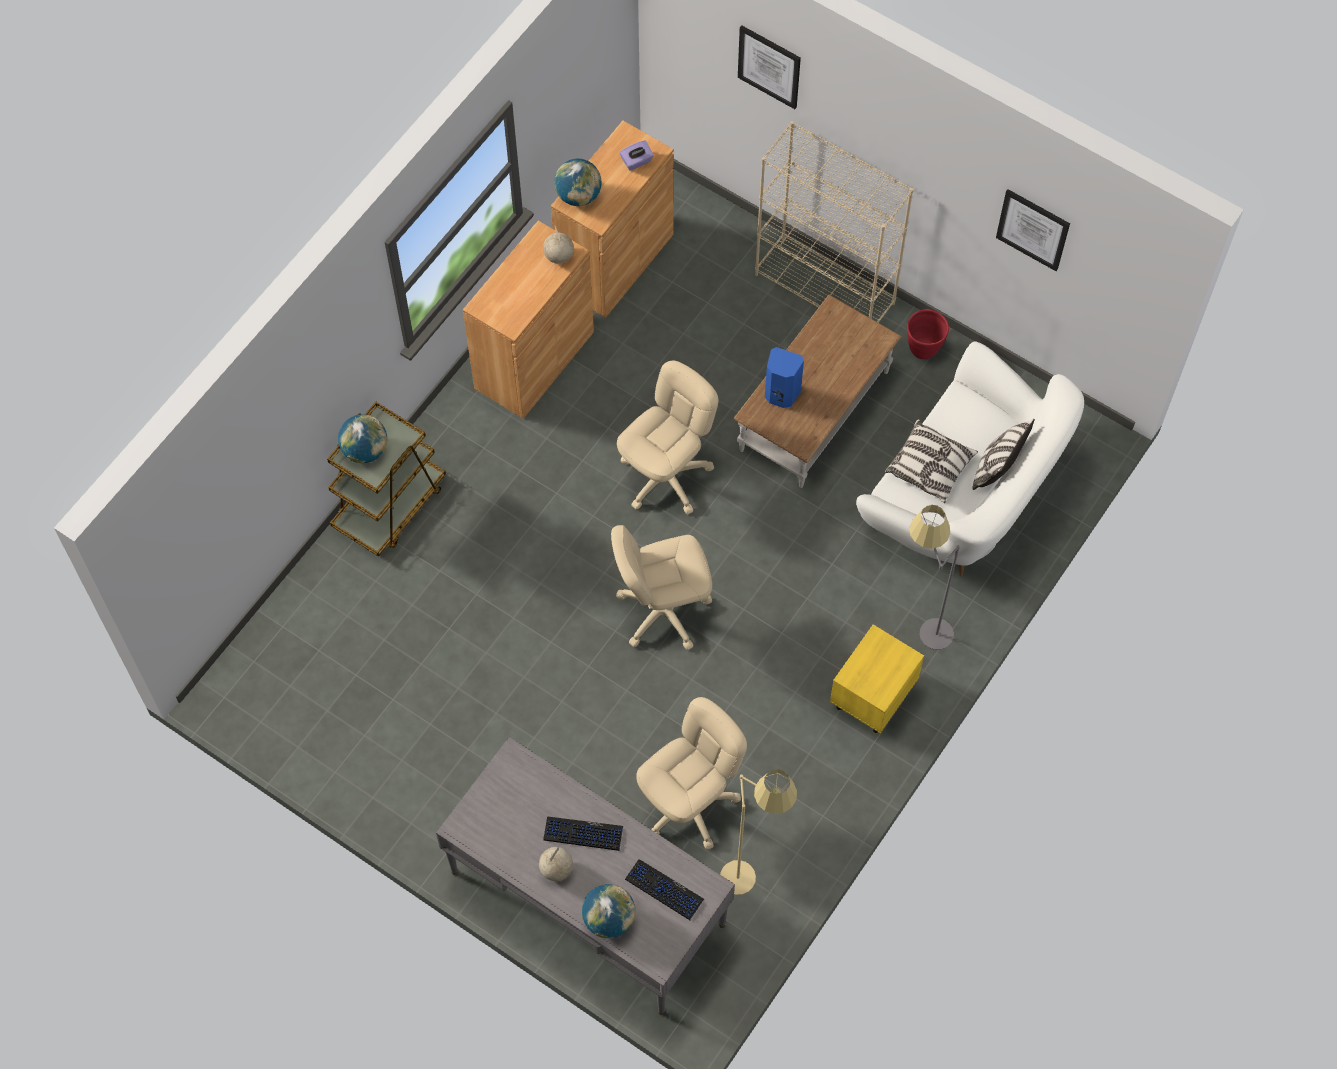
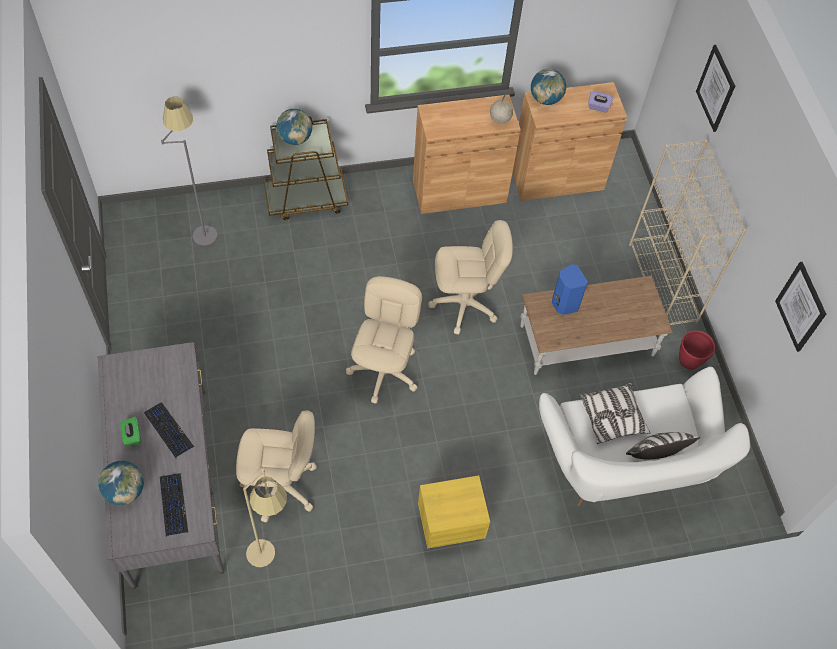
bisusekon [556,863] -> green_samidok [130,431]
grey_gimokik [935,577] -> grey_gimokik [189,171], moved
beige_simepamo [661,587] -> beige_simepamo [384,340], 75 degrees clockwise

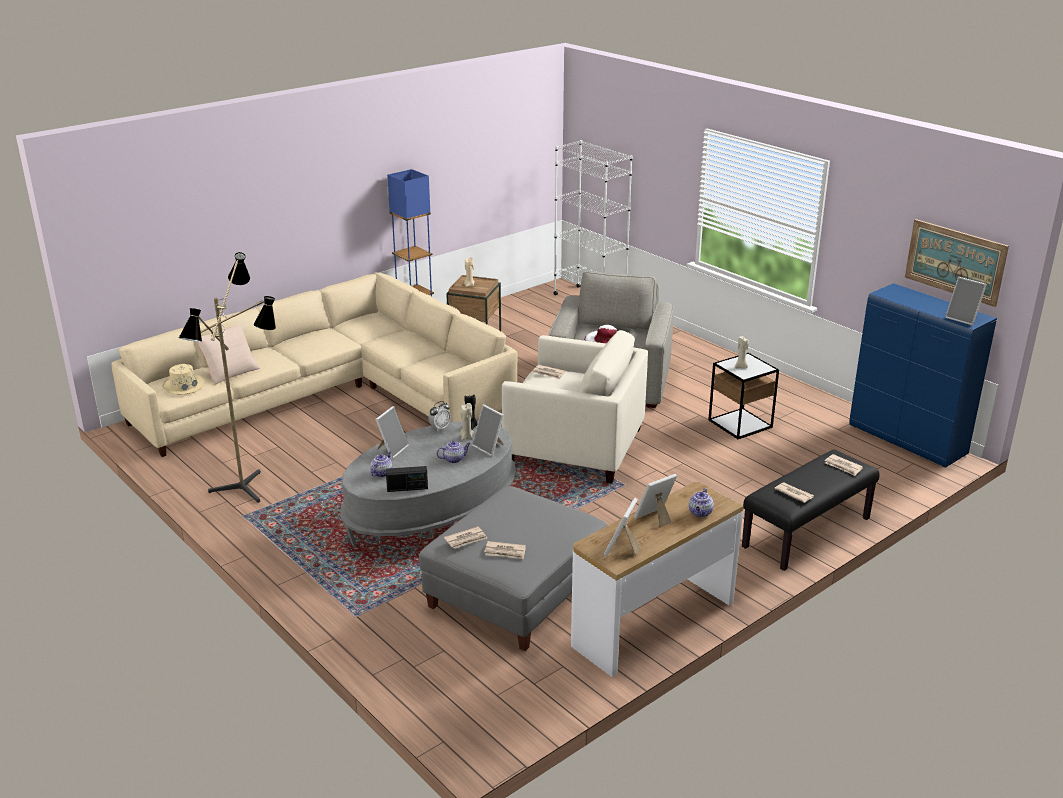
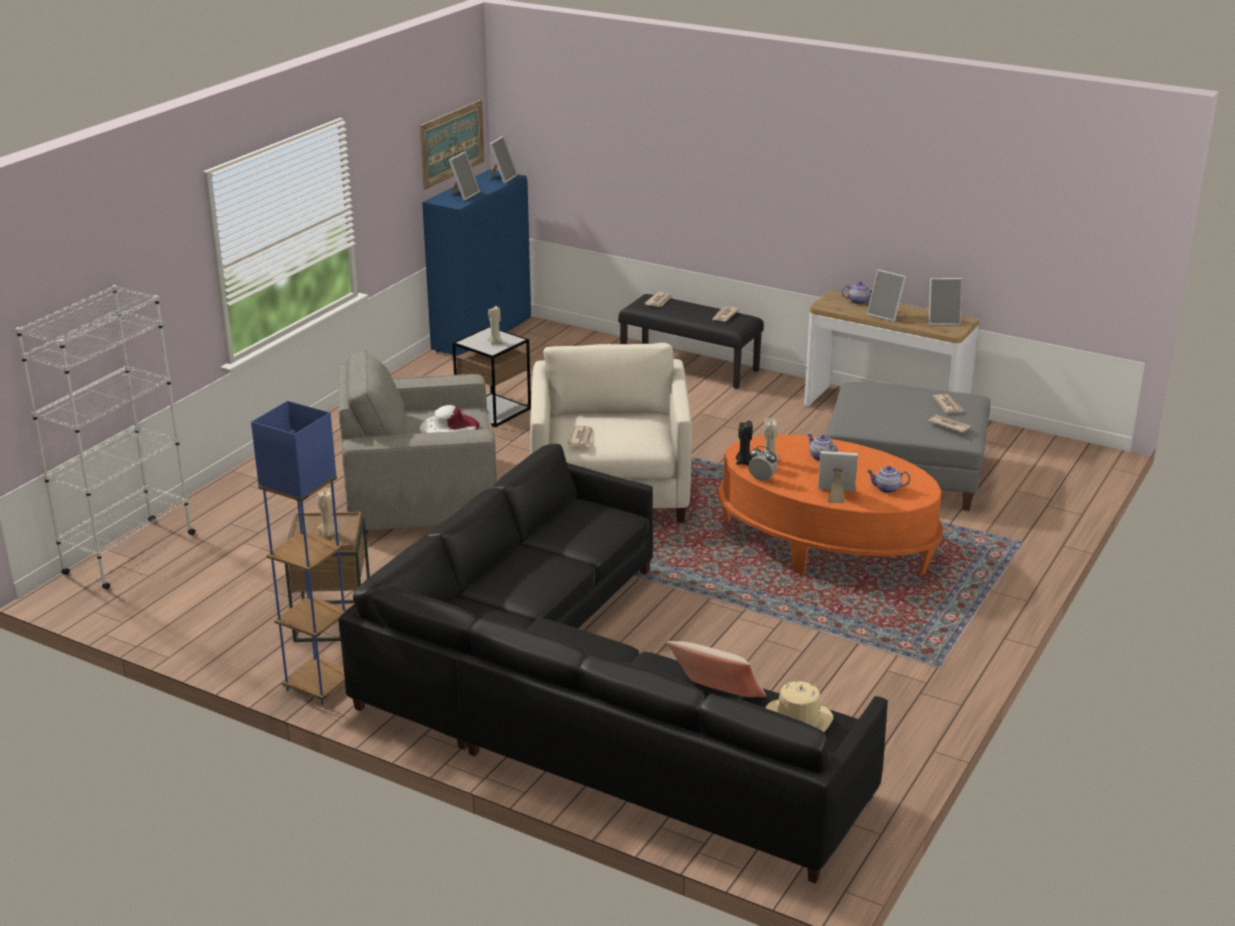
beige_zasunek [314,364] -> black_zasunek [613,664]
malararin [488,430] -> malararin [464,176], moved
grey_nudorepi [428,484] -> orange_nudorepi [831,504]
gimokik [227,377] -> none
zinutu [407,479] -> none

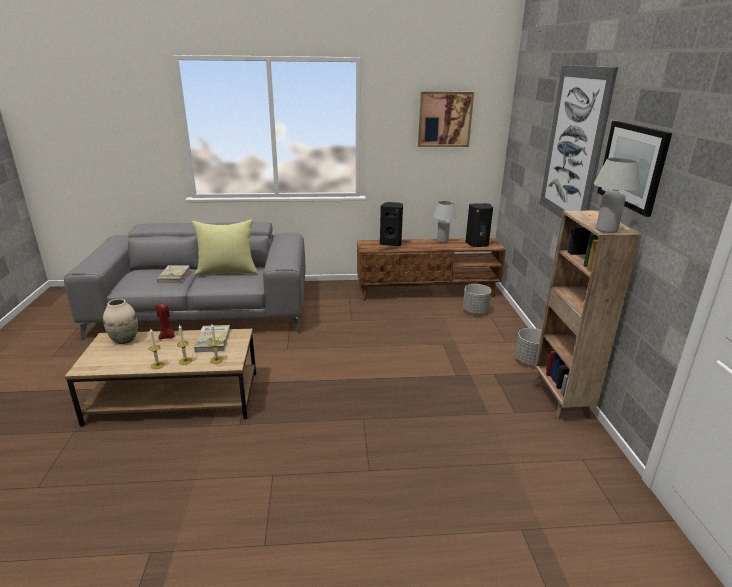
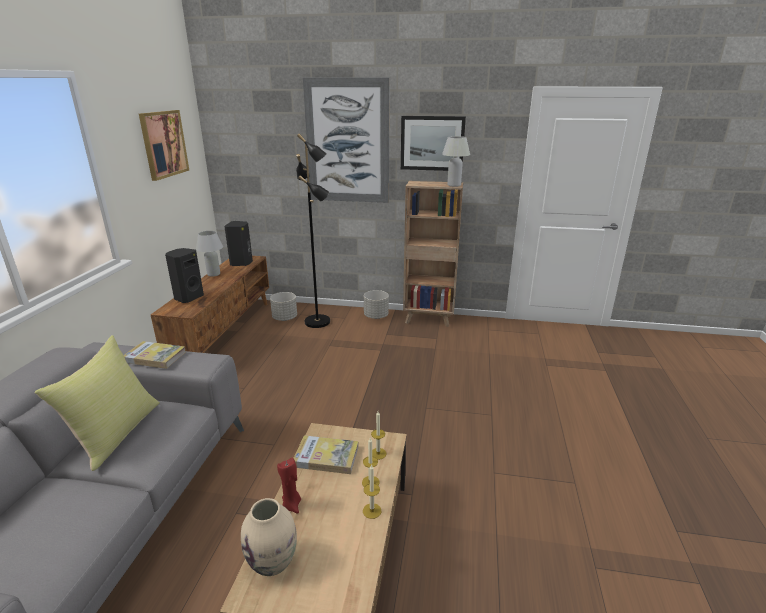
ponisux [173,274] -> ponisux [155,355], moved
none -> black_gimokik [313,230]

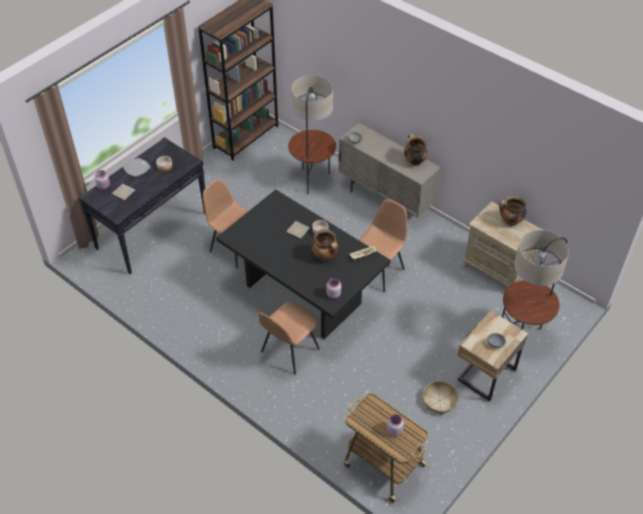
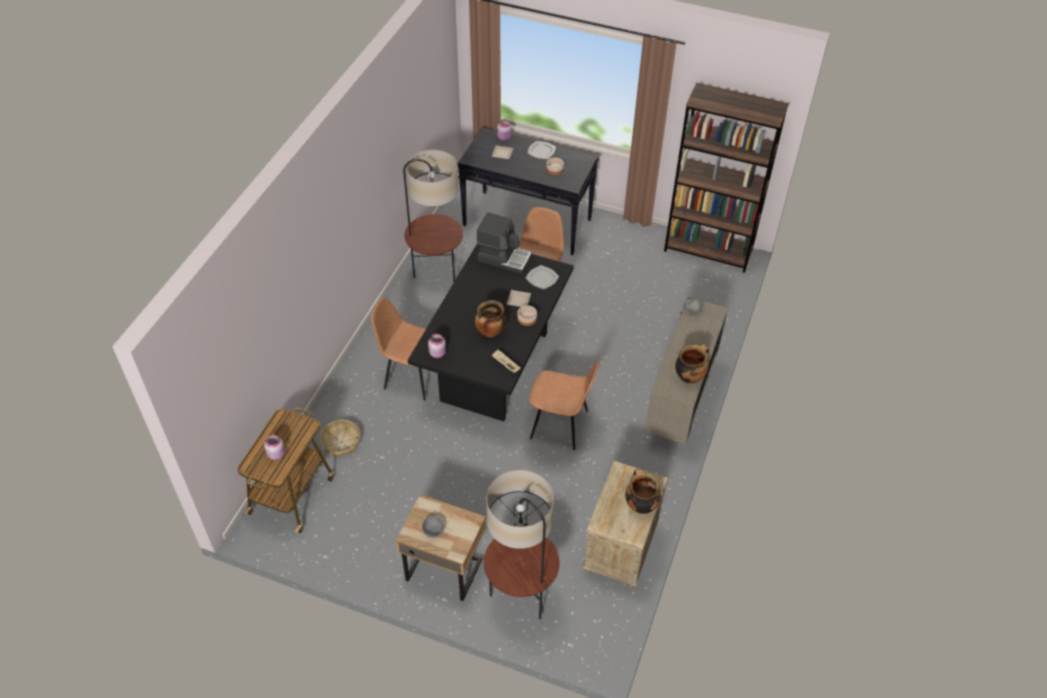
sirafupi [440,398] -> sirafupi [340,438], moved
gimokik [312,134] -> gimokik [433,216], moved
none -> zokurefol [504,243]
none -> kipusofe [542,277]

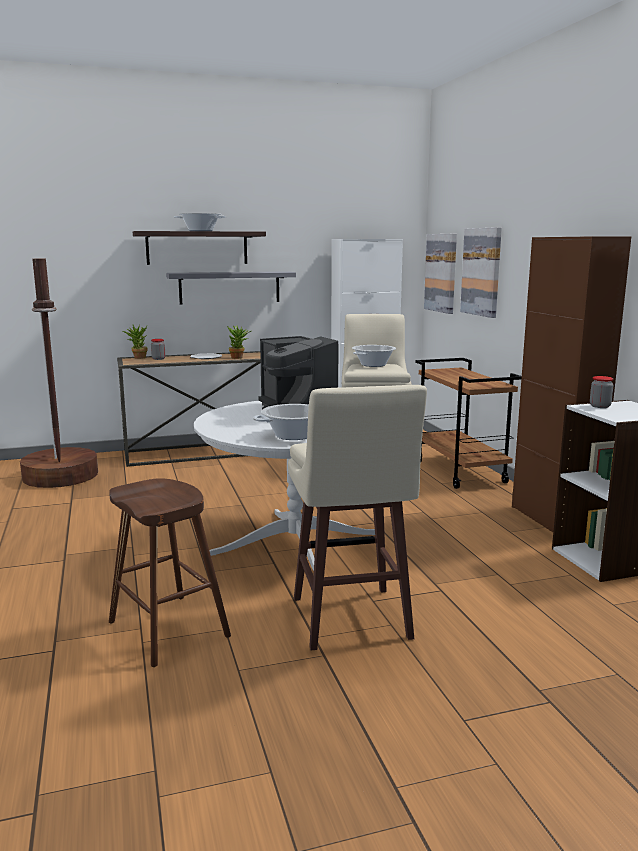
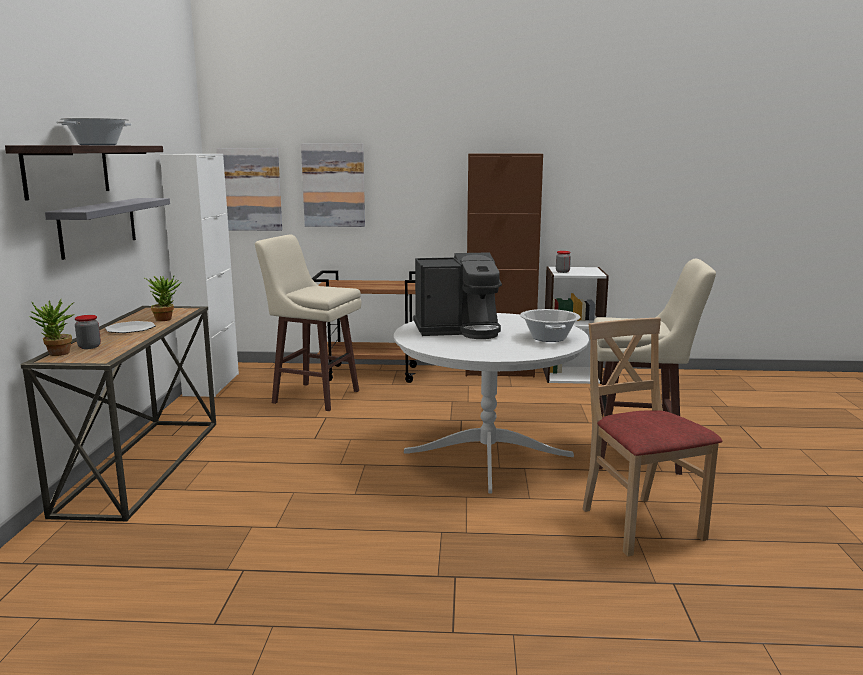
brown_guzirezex [170,572] -> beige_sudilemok [652,436]
brown_gimokik [59,373] -> none
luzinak [374,356] -> none

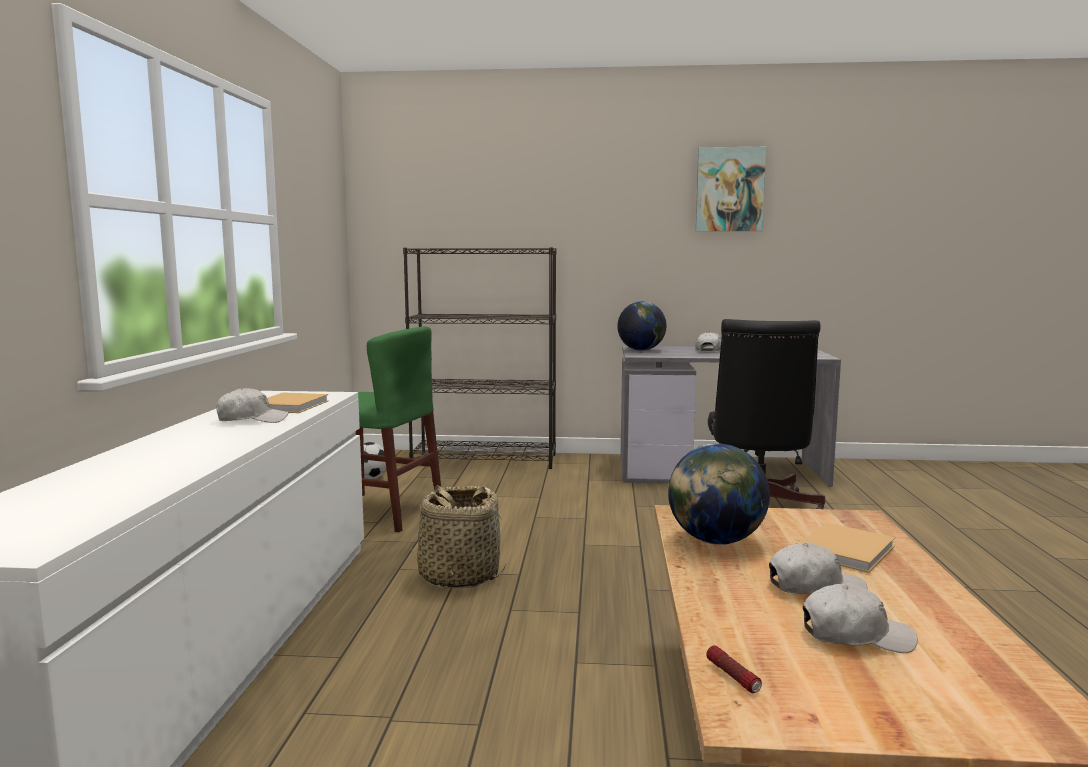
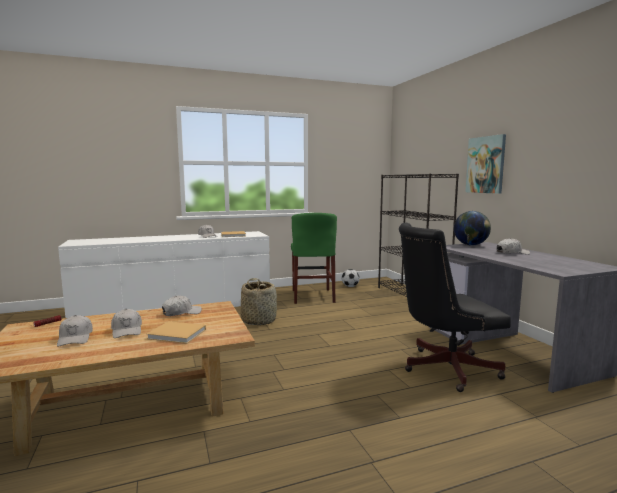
bisusekon [719,494] -> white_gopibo [182,306]
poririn [731,189] -> poririn [485,164], moved

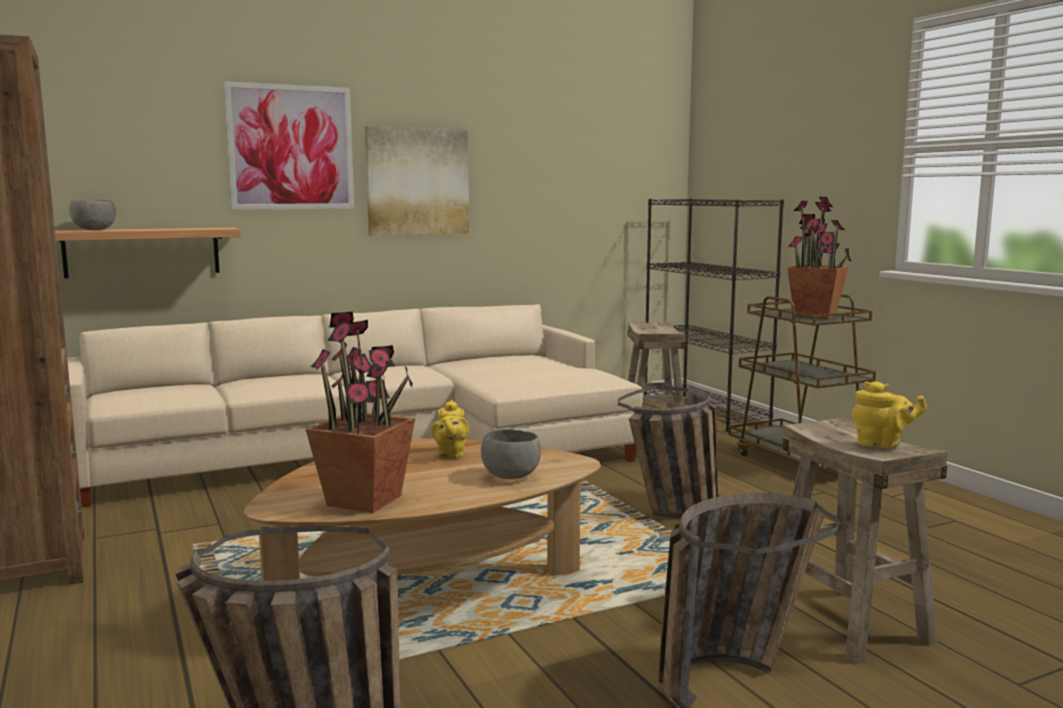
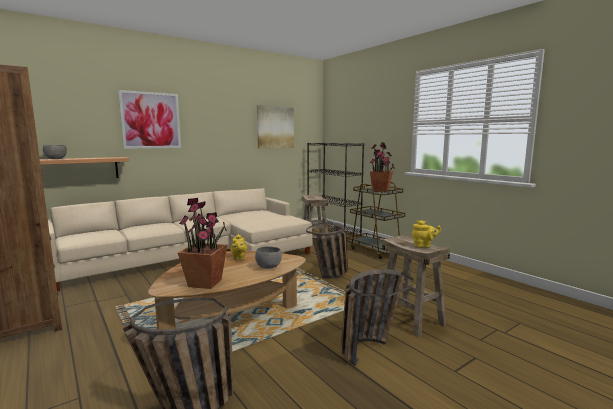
poririn [417,181] -> poririn [275,127], moved

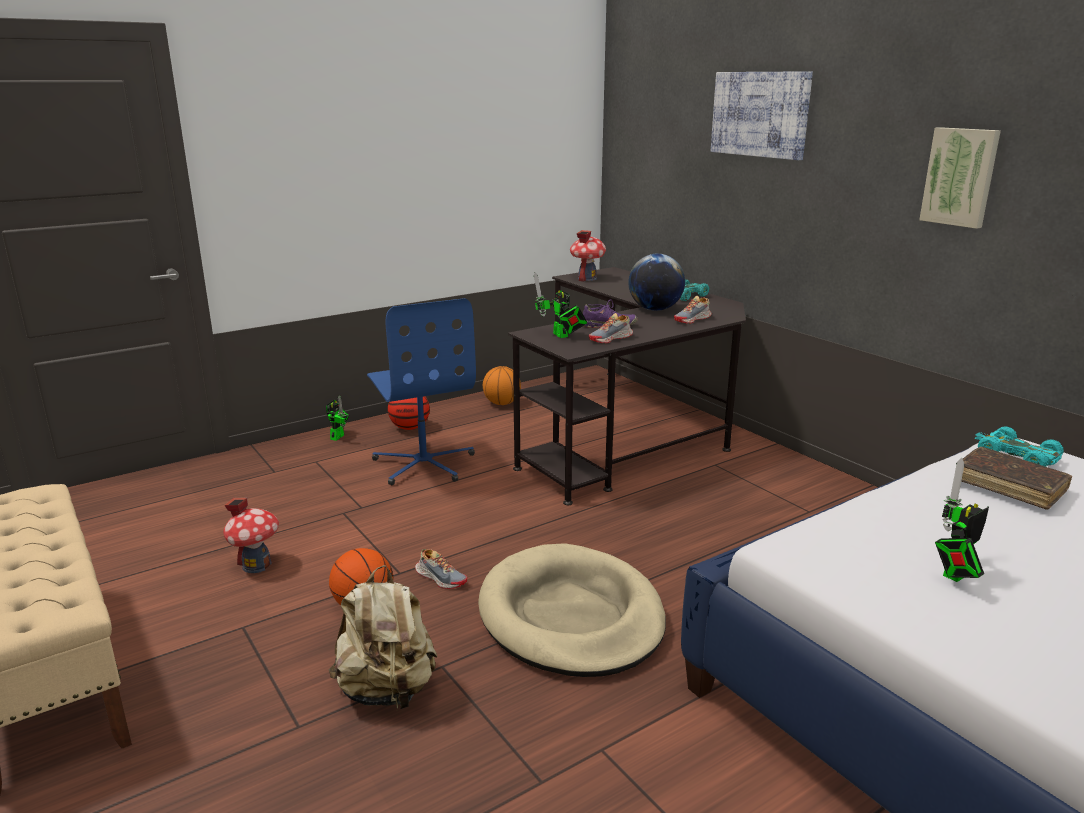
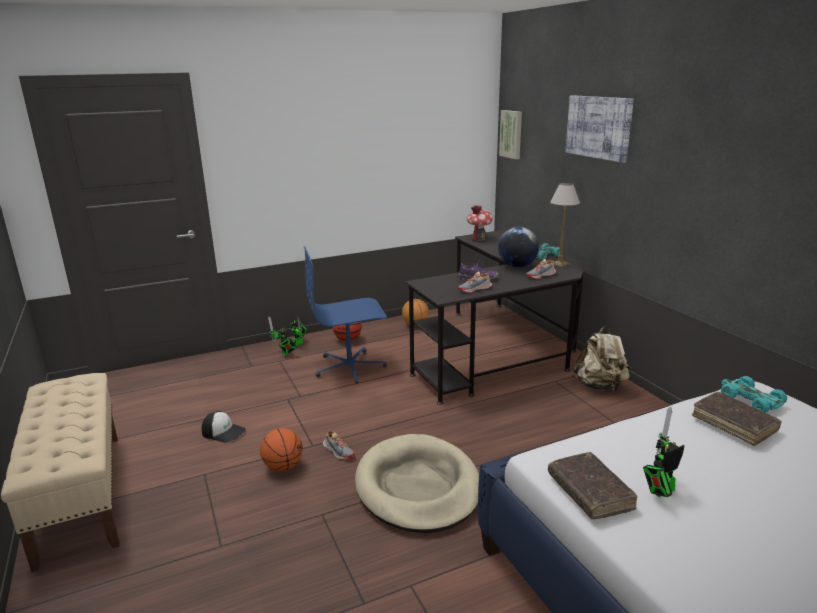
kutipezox [251,535] -> gopibo [224,427]
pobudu [560,305] -> pobudu [282,336], moved
blue_simepamo [421,391] -> blue_simepamo [345,315], 90 degrees clockwise
poririn [960,178] -> poririn [510,134], moved
none -> brown_ponisux [593,485]
none -> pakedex [565,225]
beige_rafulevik [382,637] -> beige_rafulevik [601,359], moved

